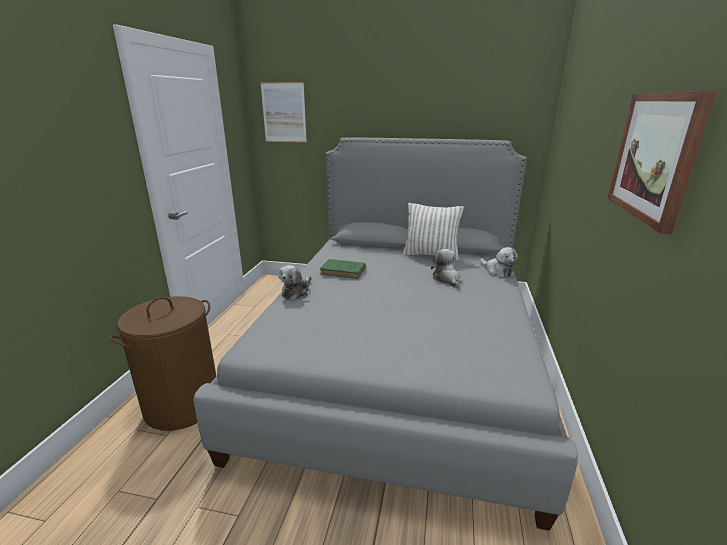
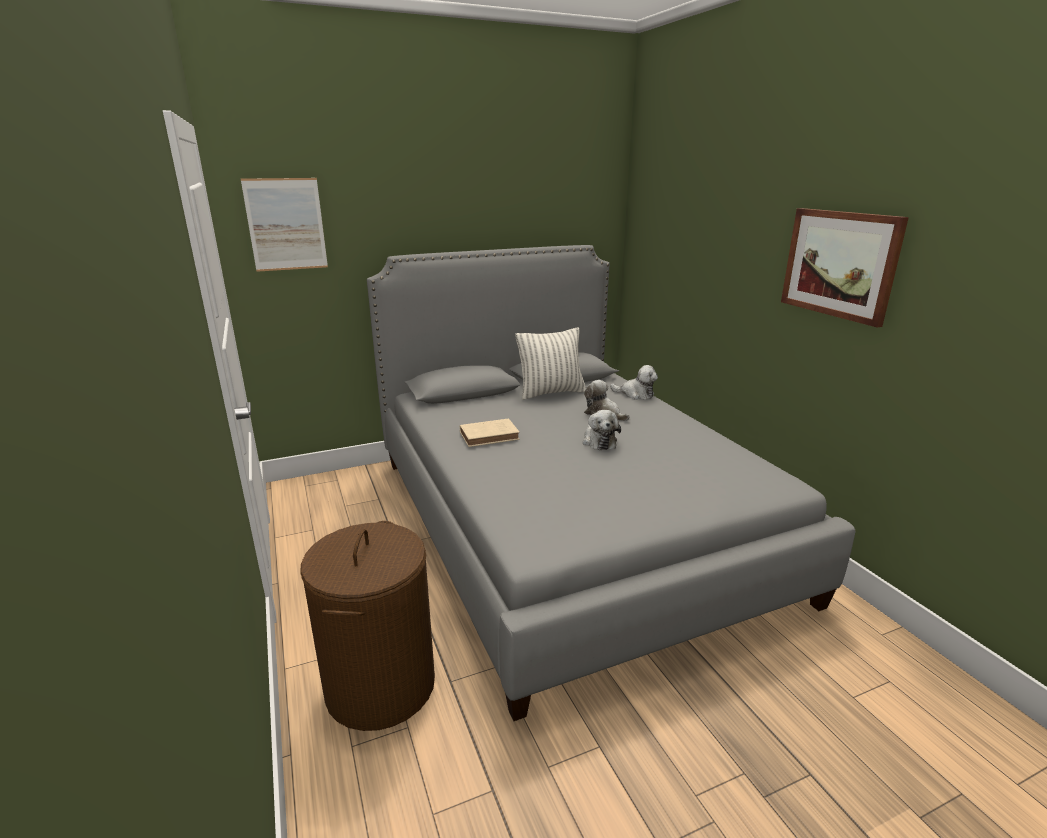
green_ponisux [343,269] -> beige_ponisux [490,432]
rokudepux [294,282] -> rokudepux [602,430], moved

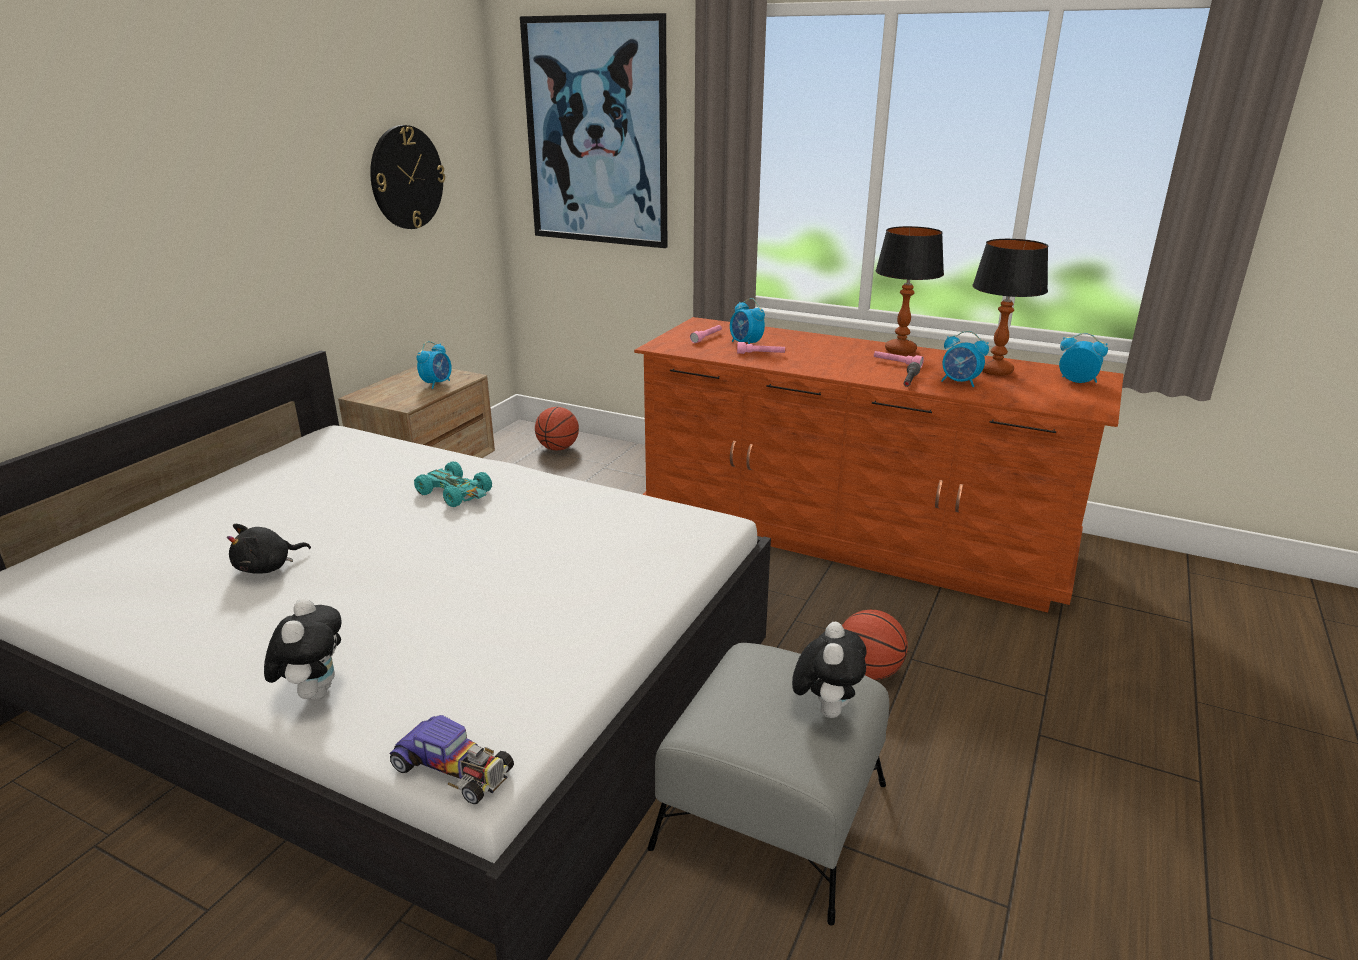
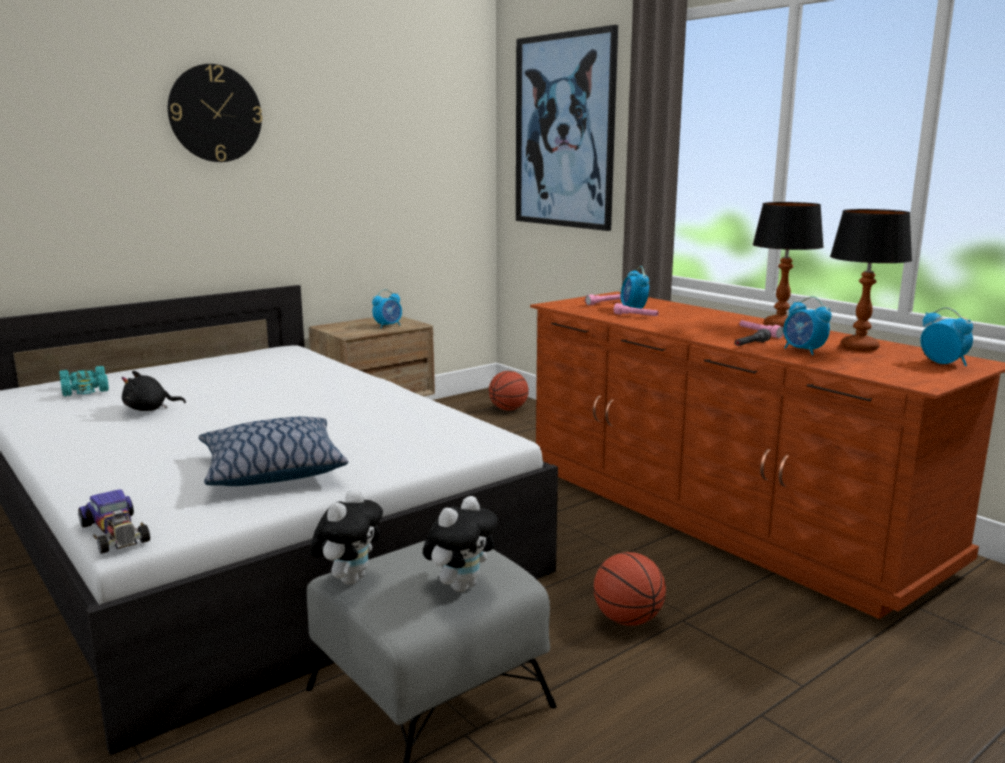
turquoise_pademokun [453,484] -> turquoise_pademokun [84,381], moved
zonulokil [407,177] -> zonulokil [215,113], moved
none -> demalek [273,451]
rokudepux [302,649] -> rokudepux [346,537], moved

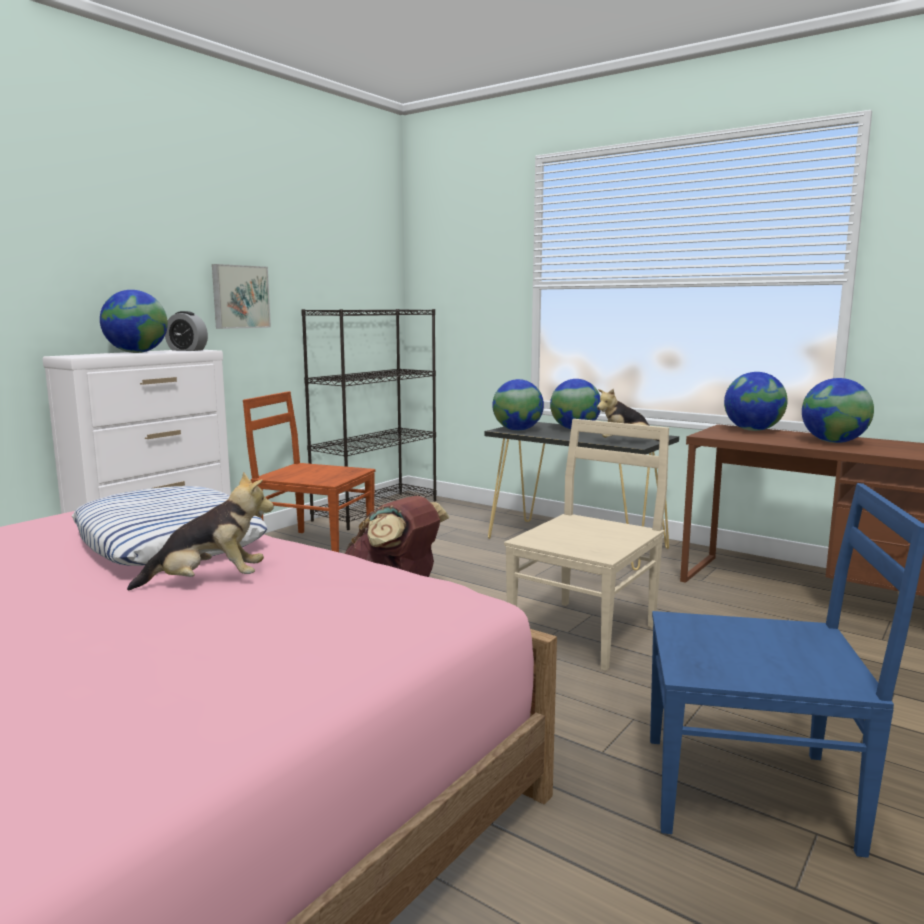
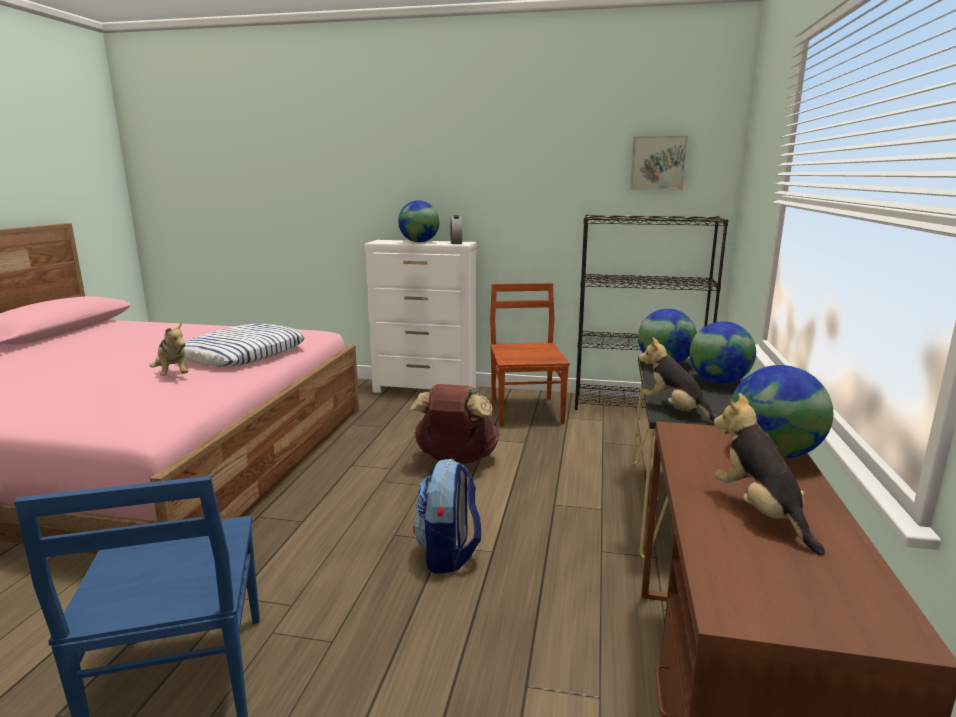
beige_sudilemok [586,545] -> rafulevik [447,516]
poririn [241,296] -> poririn [659,163], moved
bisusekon [838,410] -> rokudepux [769,474]

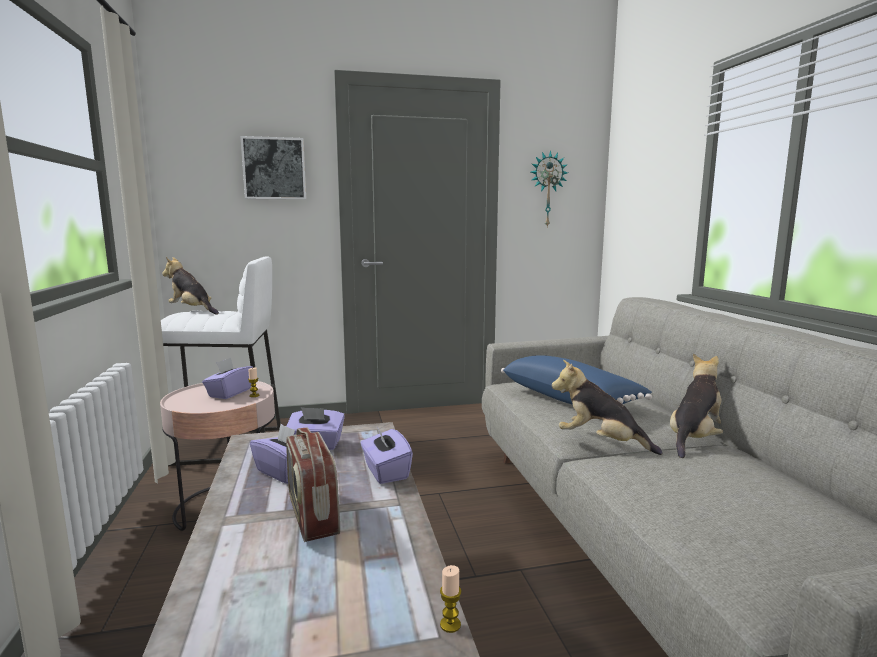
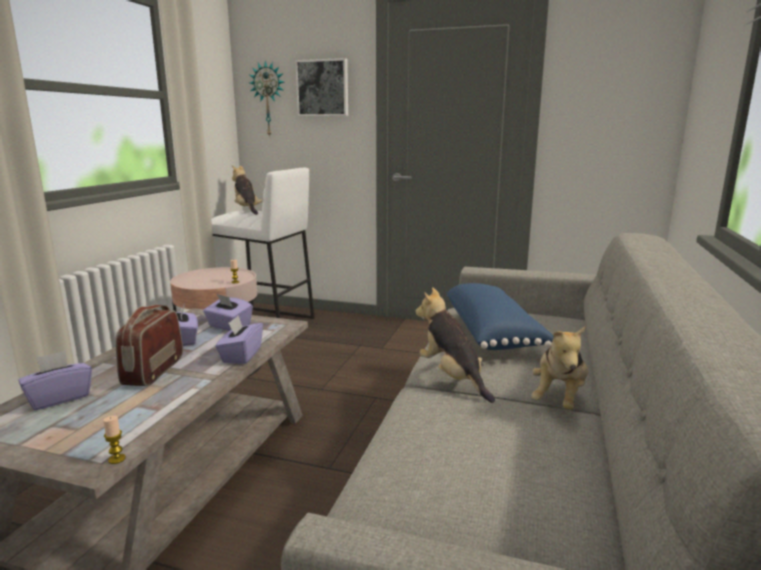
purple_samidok [227,378] -> purple_samidok [55,380], moved
zonulokil [549,188] -> zonulokil [266,99], moved
rokudepux [696,406] -> rokudepux [559,368], 135 degrees clockwise

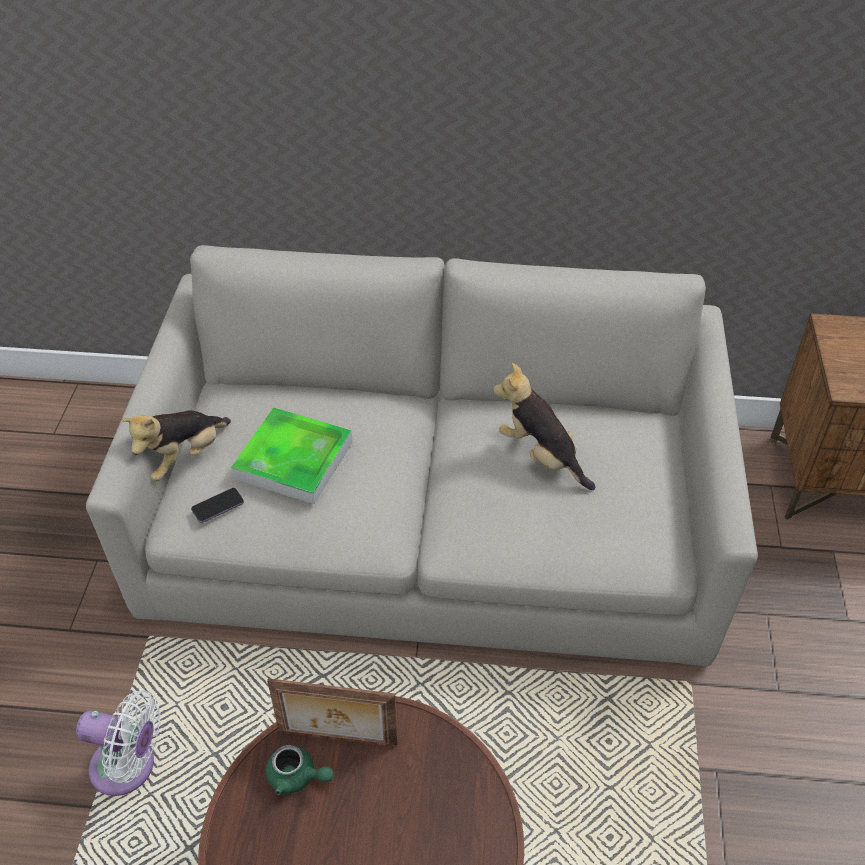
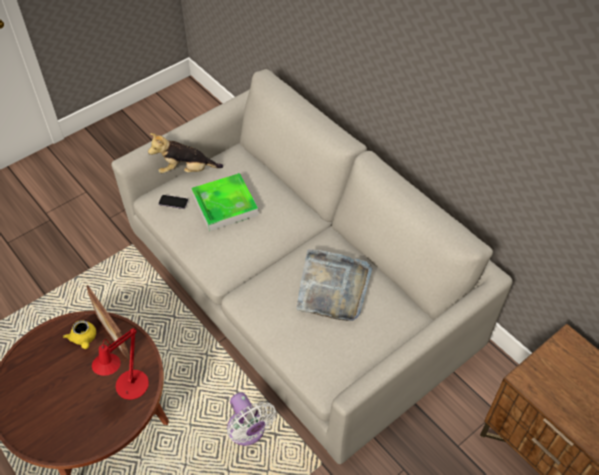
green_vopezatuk [300,770] -> yellow_vopezatuk [79,334]
none -> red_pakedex [120,364]
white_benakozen [118,743] -> white_benakozen [251,419], moved
rokudepux [544,426] -> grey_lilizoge [334,285]

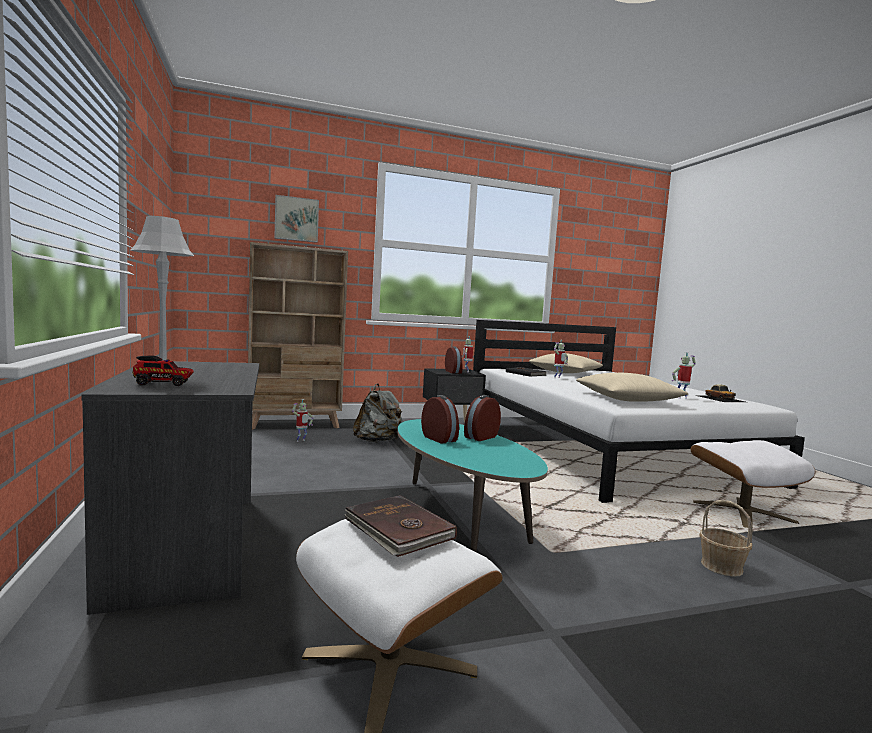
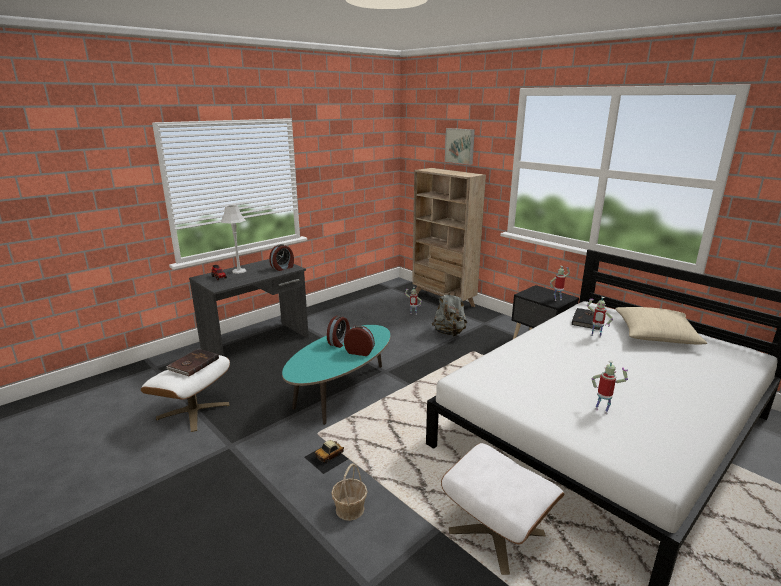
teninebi [453,360] -> teninebi [281,257], moved
pademokun [720,393] -> pademokun [326,457], moved
beige_demalek [632,387] -> none

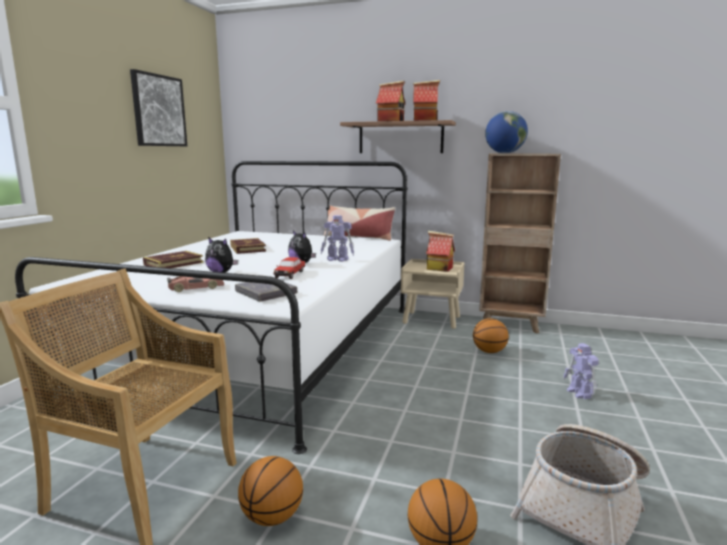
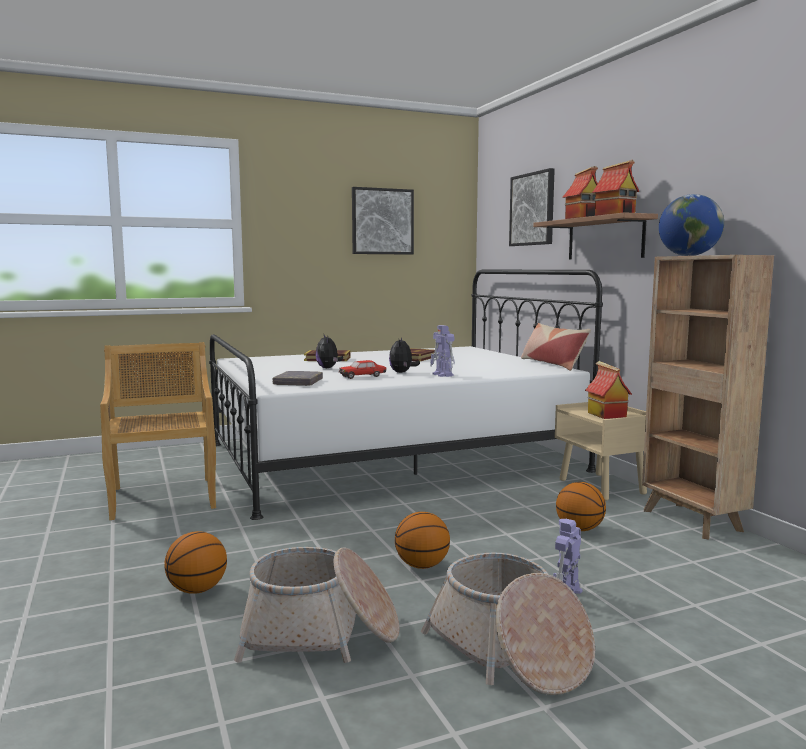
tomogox [270,491] -> tomogox [422,540], moved
none -> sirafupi [508,624]
none -> poririn [532,207]
pademokun [195,284] -> none

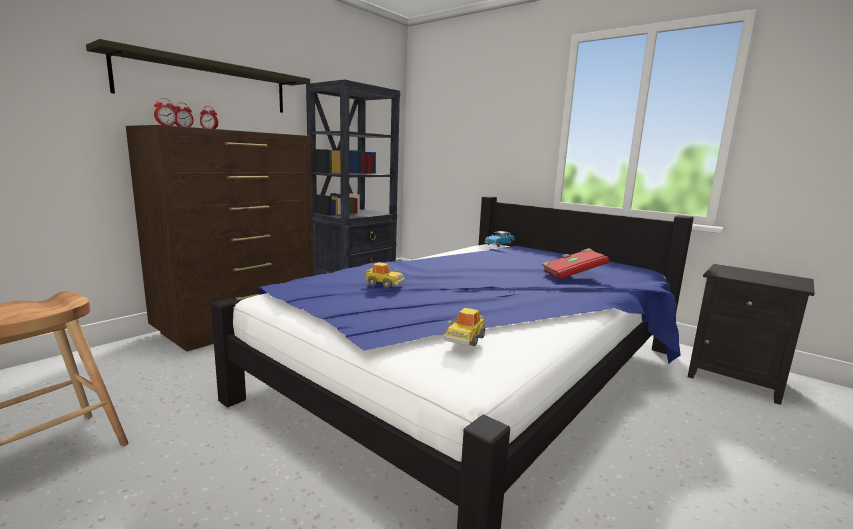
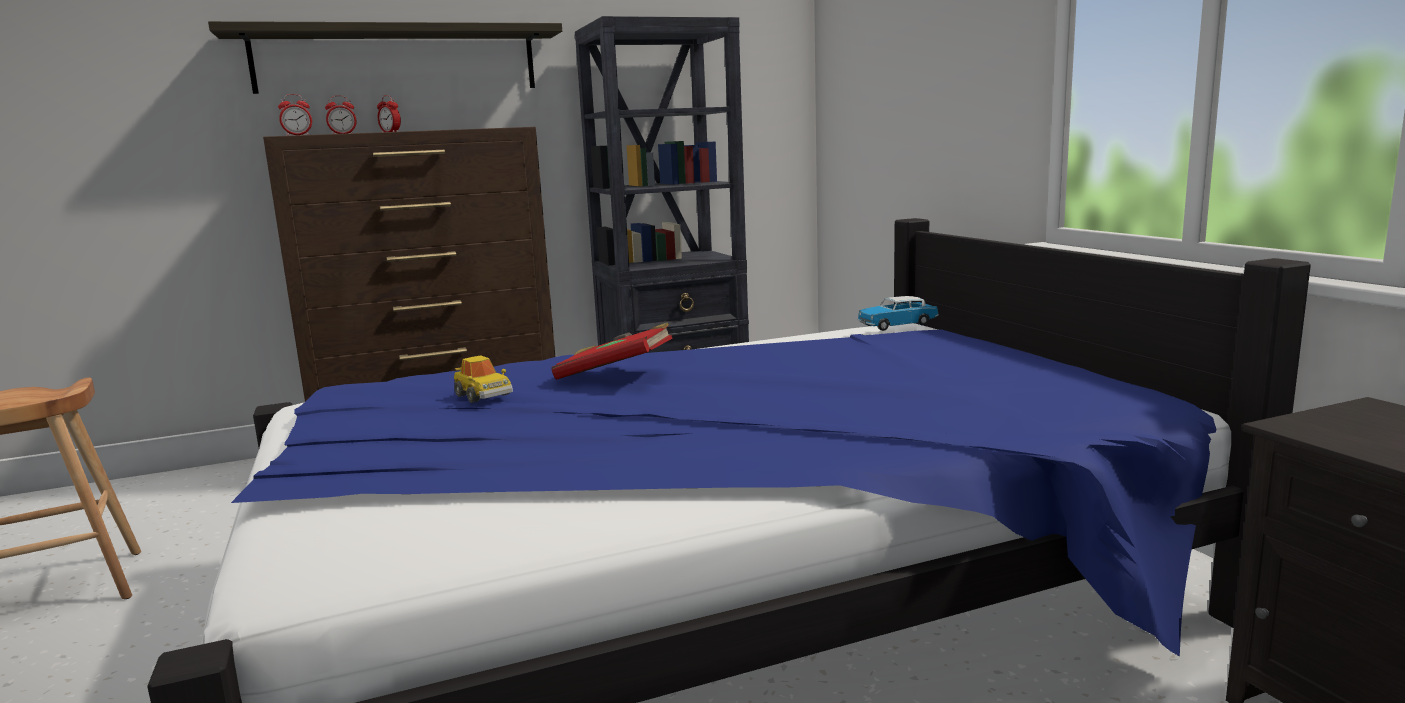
red_ponisux [575,263] -> red_ponisux [612,351], moved
pademokun [464,327] -> none

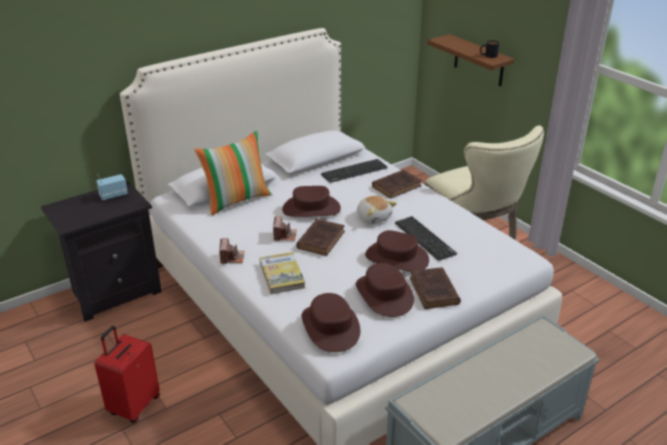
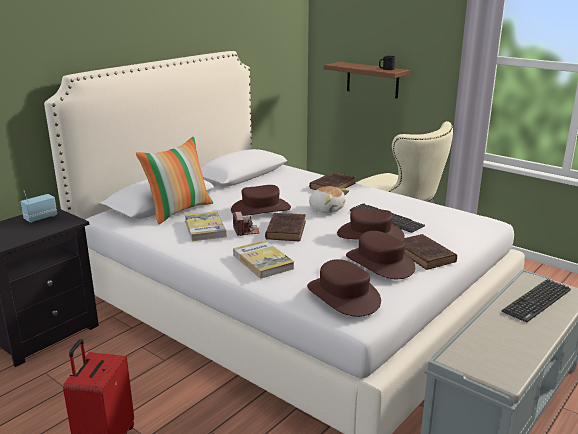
none -> ponisux [205,226]
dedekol [354,171] -> dedekol [536,300], moved
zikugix [231,251] -> none

